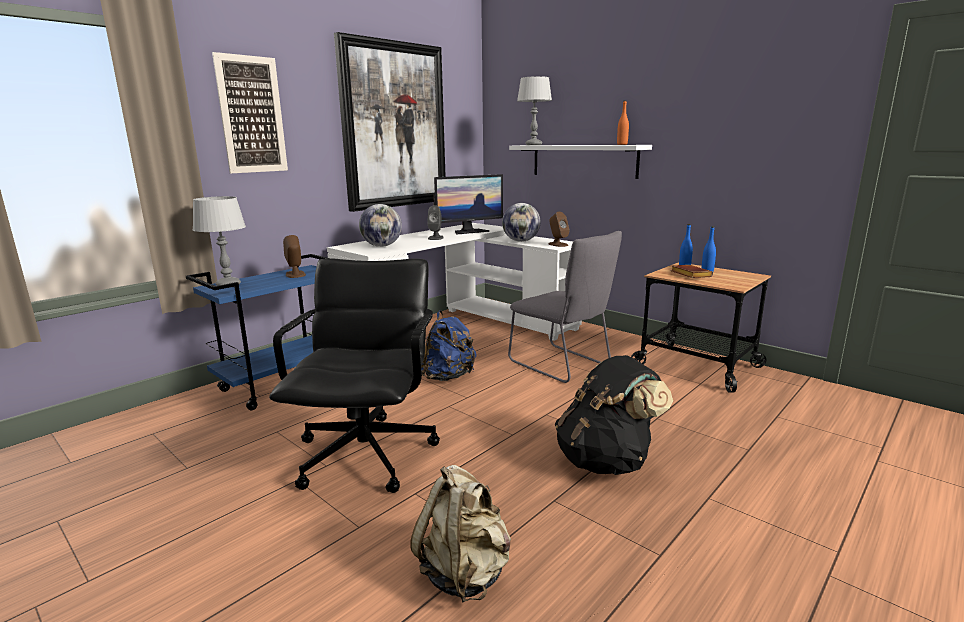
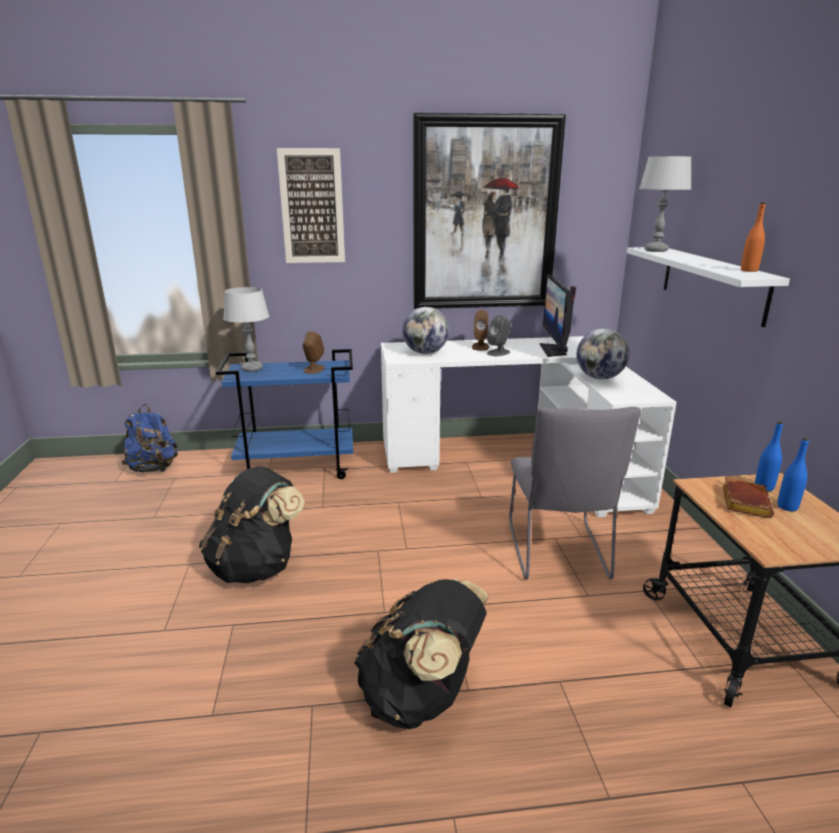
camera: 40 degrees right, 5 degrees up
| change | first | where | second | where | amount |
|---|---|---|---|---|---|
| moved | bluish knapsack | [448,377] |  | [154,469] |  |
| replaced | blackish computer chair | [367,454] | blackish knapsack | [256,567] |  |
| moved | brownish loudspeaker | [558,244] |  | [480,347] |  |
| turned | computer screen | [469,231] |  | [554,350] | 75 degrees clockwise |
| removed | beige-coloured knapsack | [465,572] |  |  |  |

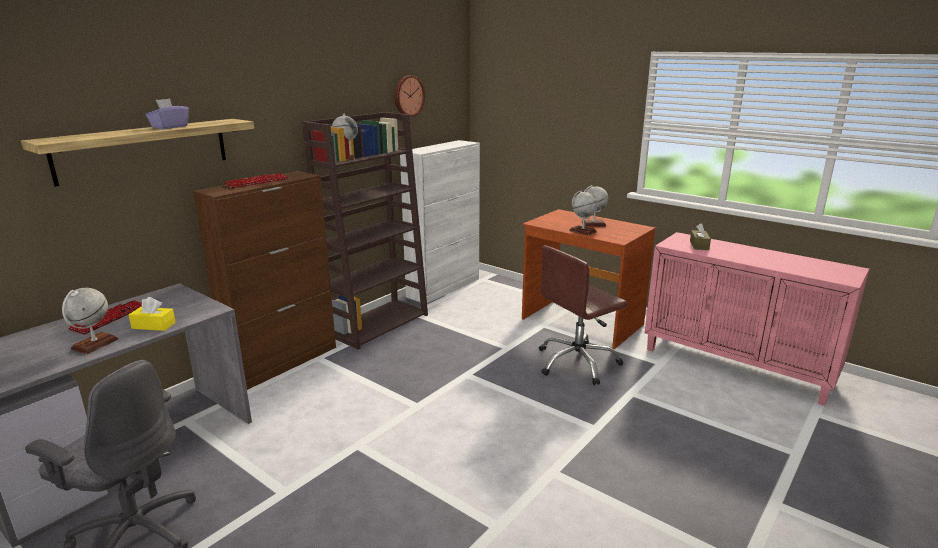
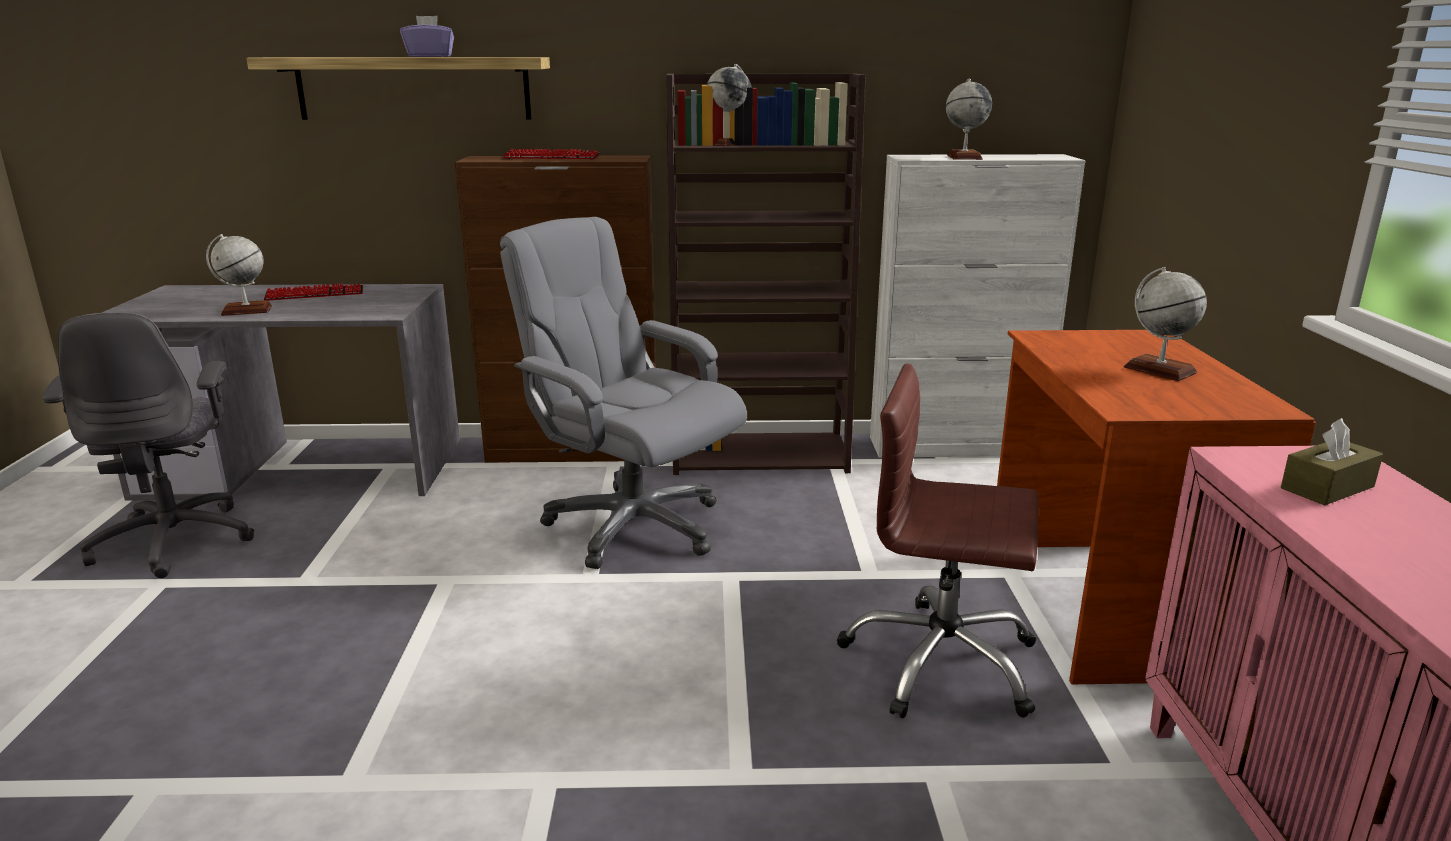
camera: 50 degrees right, 0 degrees up
| change | first | where | second | where | amount |
|---|---|---|---|---|---|
| added |  |  | grey computer chair | [632,525] |  |
| moved | world globe | [582,231] |  | [964,157] |  |
| removed | yellow-coloured tissue holder | [153,325] |  |  |  |
| removed | clock on the wall | [408,96] |  |  |  |

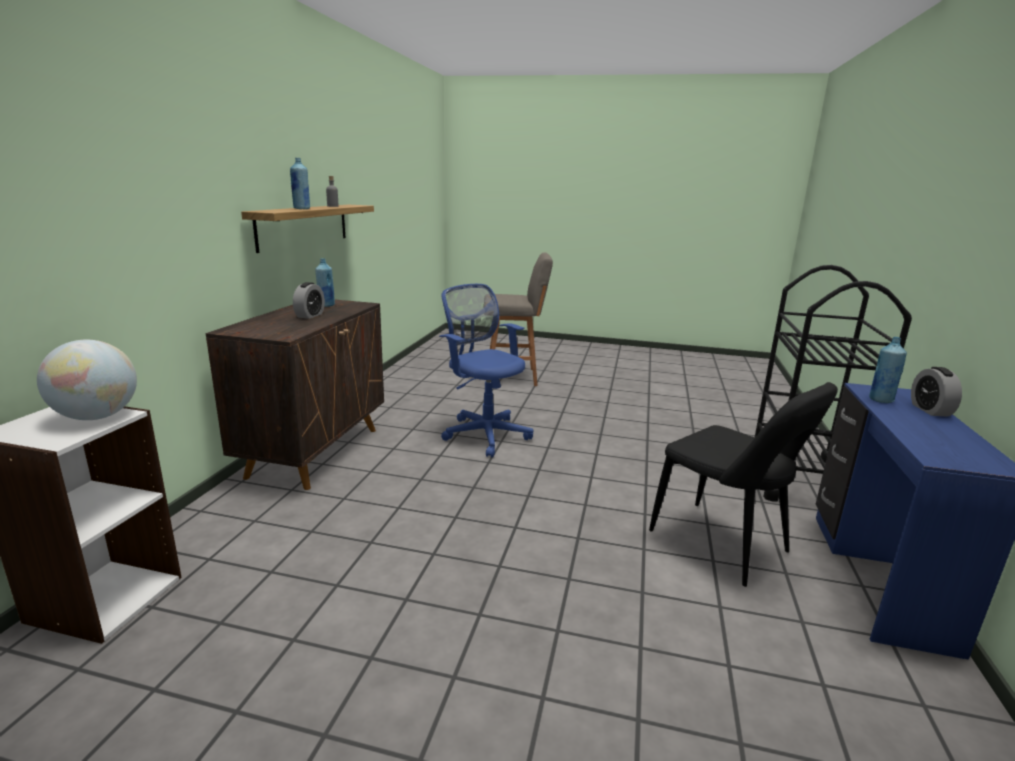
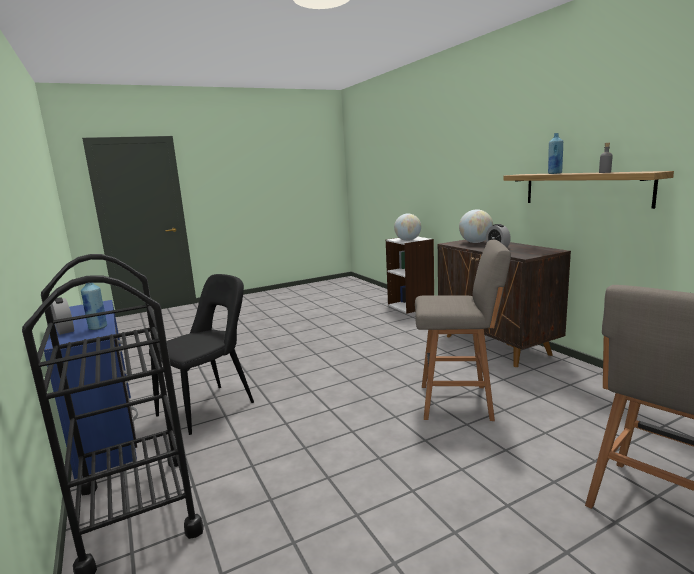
camera: 140 degrees right, 5 degrees down
| change | first | where | second | where | amount |
|---|---|---|---|---|---|
| turned | blackish plain chair | [723,545] |  | [210,407] | 120 degrees clockwise |
| replaced | bluish computer chair | [484,433] | grey stool seat | [459,402] |  |
| added |  |  | world globe | [475,242] |  |
| removed | bluish bottle | [326,305] |  |  |  |

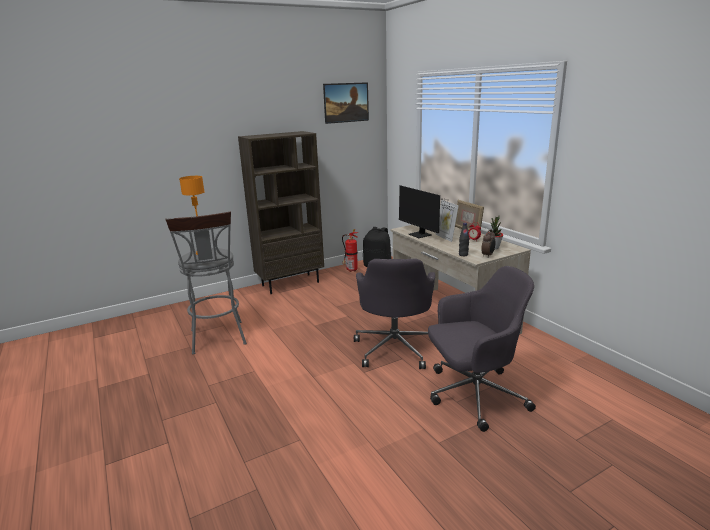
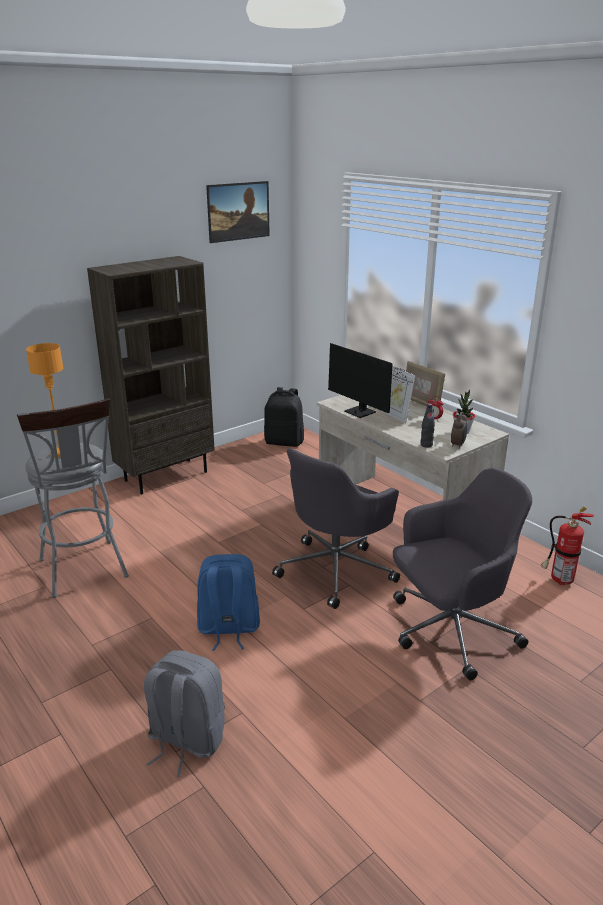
camera: 10 degrees left, 5 degrees up
| change | first | where | second | where | amount |
|---|---|---|---|---|---|
| added |  |  | grey knapsack | [185,741] |  |
| added |  |  | bluish knapsack | [228,629] |  |
| turned | grey computer chair | [395,347] |  | [337,569] | 45 degrees clockwise |
| moved | fire extinguisher | [350,270] |  | [558,580] |  |

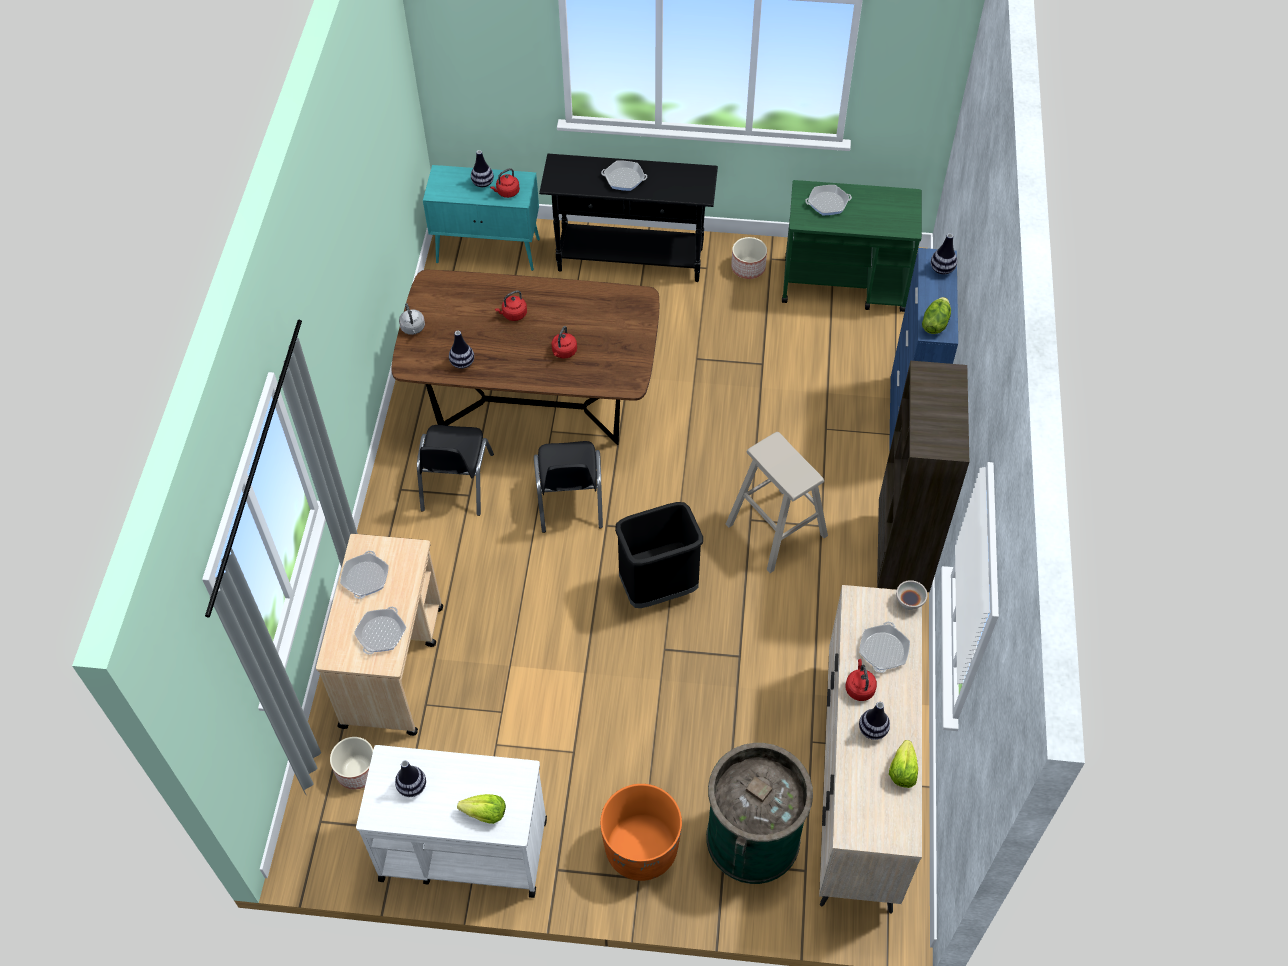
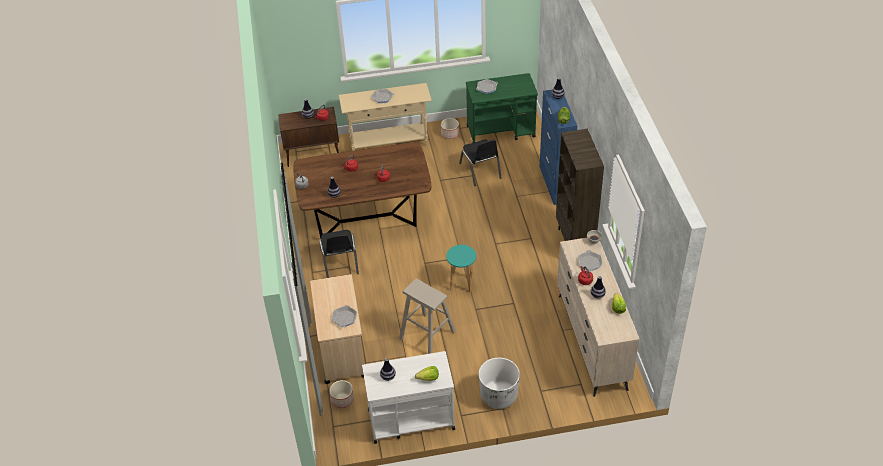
camera: 15 degrees left, 10 degrees down
| change | first | where | second | where | amount |
|---|---|---|---|---|---|
| recoloured | turquoise-coloured storage cabinet | [489,251] | brownish storage cabinet | [313,155] |  |
| recoloured | blackish console table | [631,260] | beige-coloured console table | [389,144] |  |
| moved | beige-coloured stool seat | [776,530] |  | [427,335] |  |
| replaced | blackish trash can | [658,588] | turquoise-coloured stool seat | [462,284] |  |
| moved | blackish plain chair | [569,499] |  | [480,171] |  |
| recoloured | orangey flower pot | [641,848] | whitish flower pot | [498,395] |  |
| removed | frying pan | [365,578] |  |  |  |
| removed | greenish trash can | [753,838] |  |  |  |

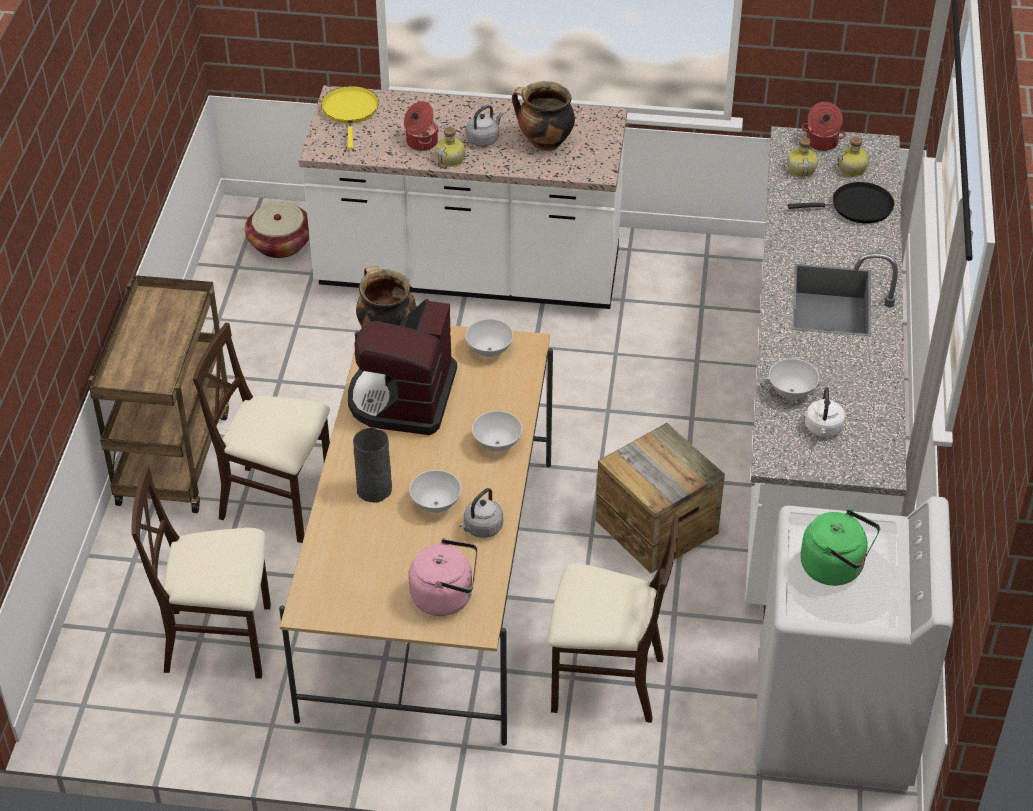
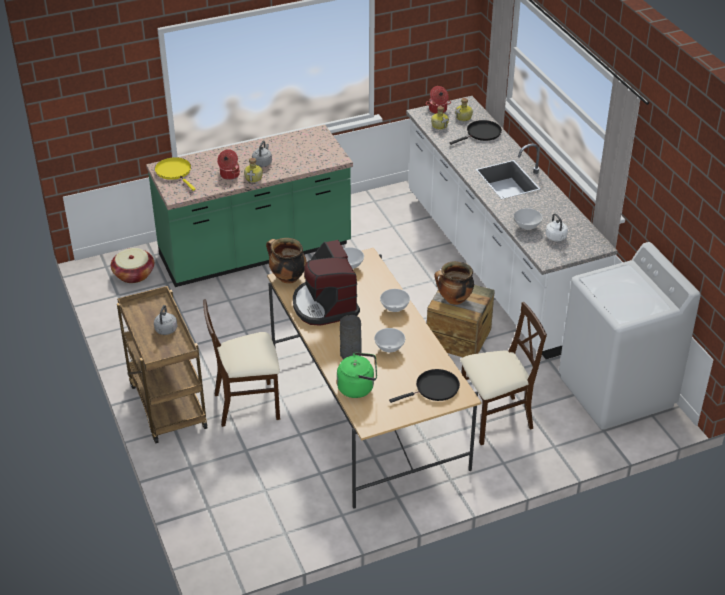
camera: 30 degrees left, 5 degrees down
| change | first | where | second | where | amount |
|---|---|---|---|---|---|
| recoloured | whitish counter | [468,274] | greenish counter | [255,252] |  |
| moved | grey water kettle | [481,528] |  | [165,331] |  |
| moved | greenish water kettle | [836,568] |  | [358,387] |  |
| replaced | pinkish water kettle | [446,596] | blackish frying pan | [434,389] |  |
| moved | cooking pot | [544,143] |  | [454,300] |  |
| removed | beige-coloured plain chair | [220,640] |  |  |  |

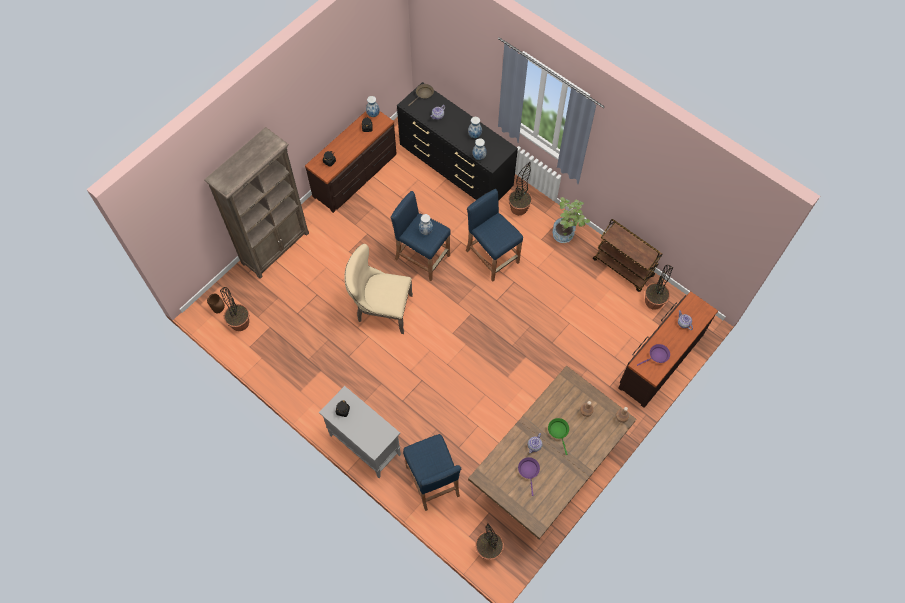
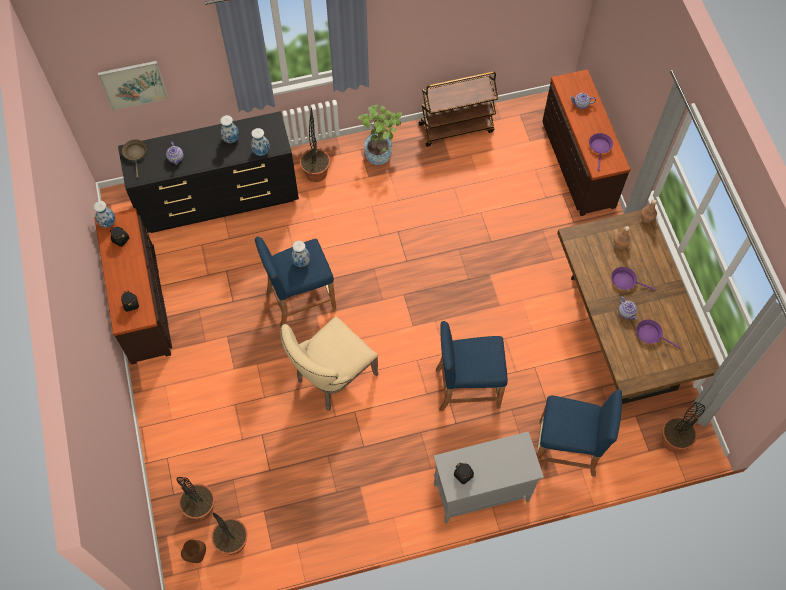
camera: 55 degrees left, 0 degrees up
| change | first | where | second | where | amount |
|---|---|---|---|---|---|
| added |  |  | wall art | [133,84] |  |
| moved | potted plant | [653,301] |  | [200,507] |  |
| moved | bluish stool seat | [492,256] |  | [467,387] |  |
| recoloured | greenish frying pan | [559,431] | purple-coloured frying pan | [625,281] |  |
| removed | brownish bookcase | [275,247] |  |  |  |

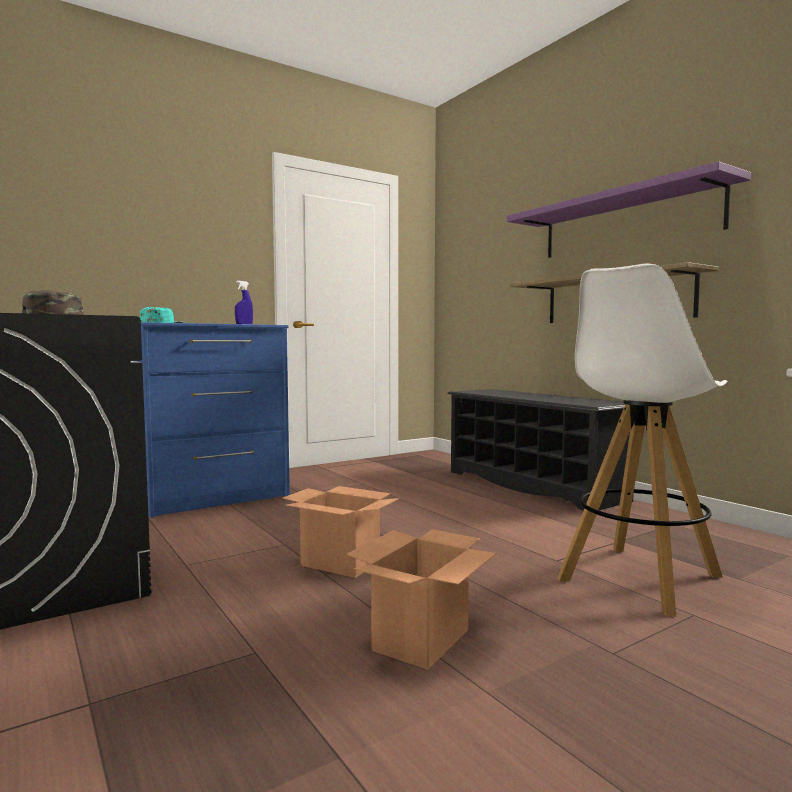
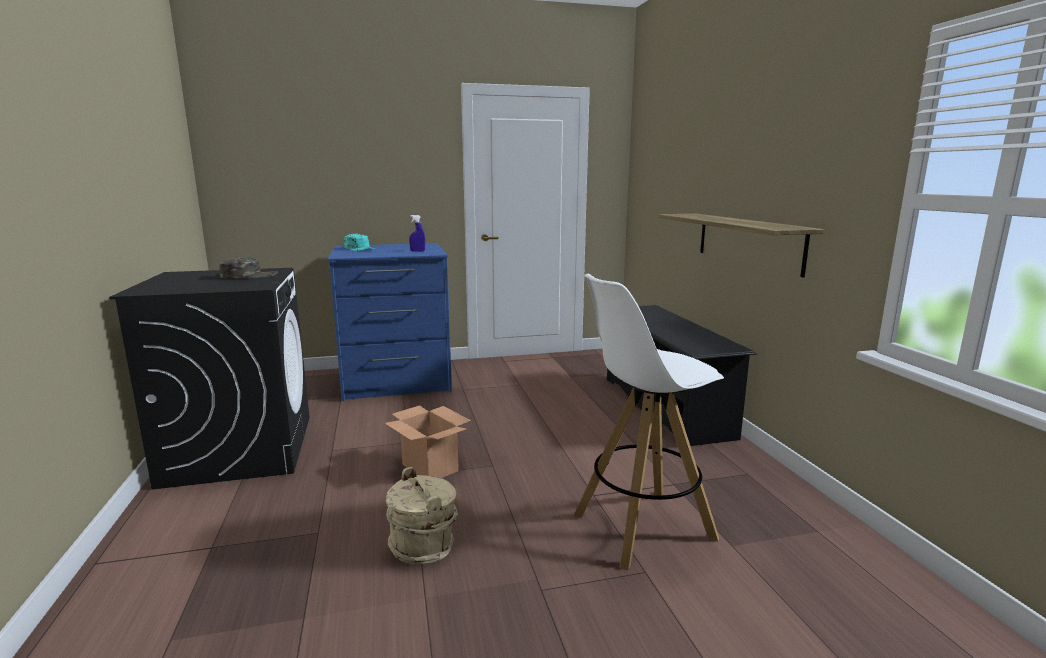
camera: 20 degrees right, 10 degrees up
| change | first | where | second | where | amount |
|---|---|---|---|---|---|
| replaced | cardboard box | [421,639] | beige-coloured pail | [423,546] |  |
| removed | purple-coloured wall shelf | [626,223] |  |  |  |

